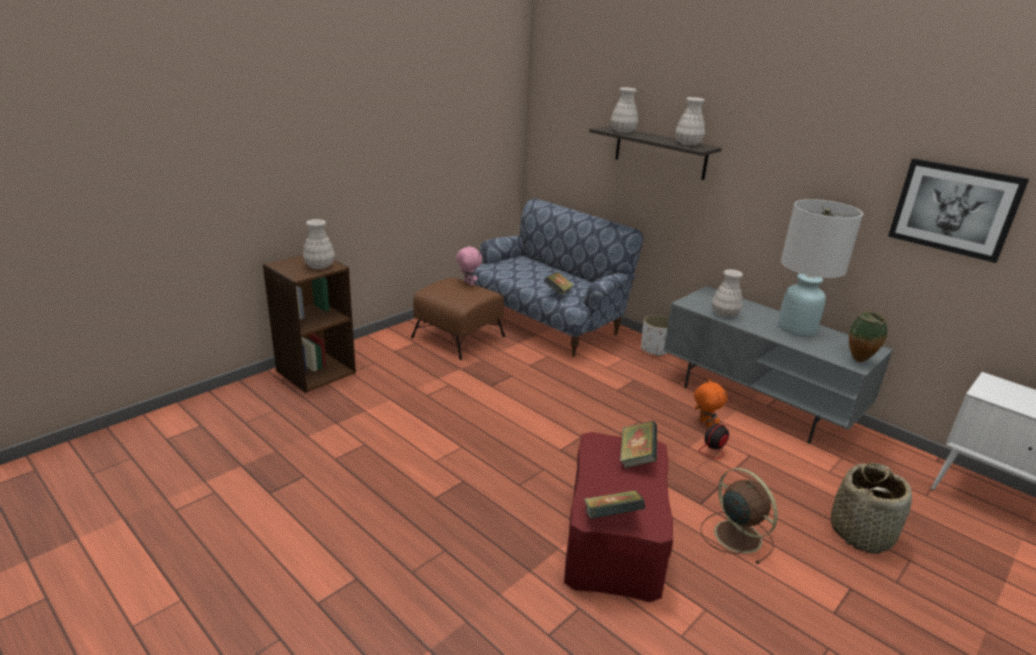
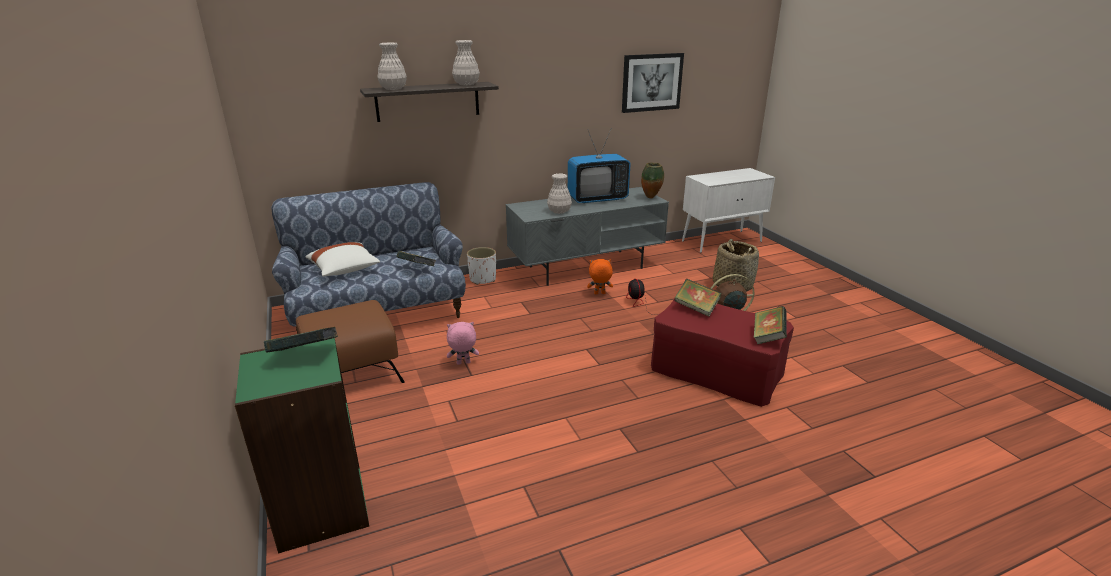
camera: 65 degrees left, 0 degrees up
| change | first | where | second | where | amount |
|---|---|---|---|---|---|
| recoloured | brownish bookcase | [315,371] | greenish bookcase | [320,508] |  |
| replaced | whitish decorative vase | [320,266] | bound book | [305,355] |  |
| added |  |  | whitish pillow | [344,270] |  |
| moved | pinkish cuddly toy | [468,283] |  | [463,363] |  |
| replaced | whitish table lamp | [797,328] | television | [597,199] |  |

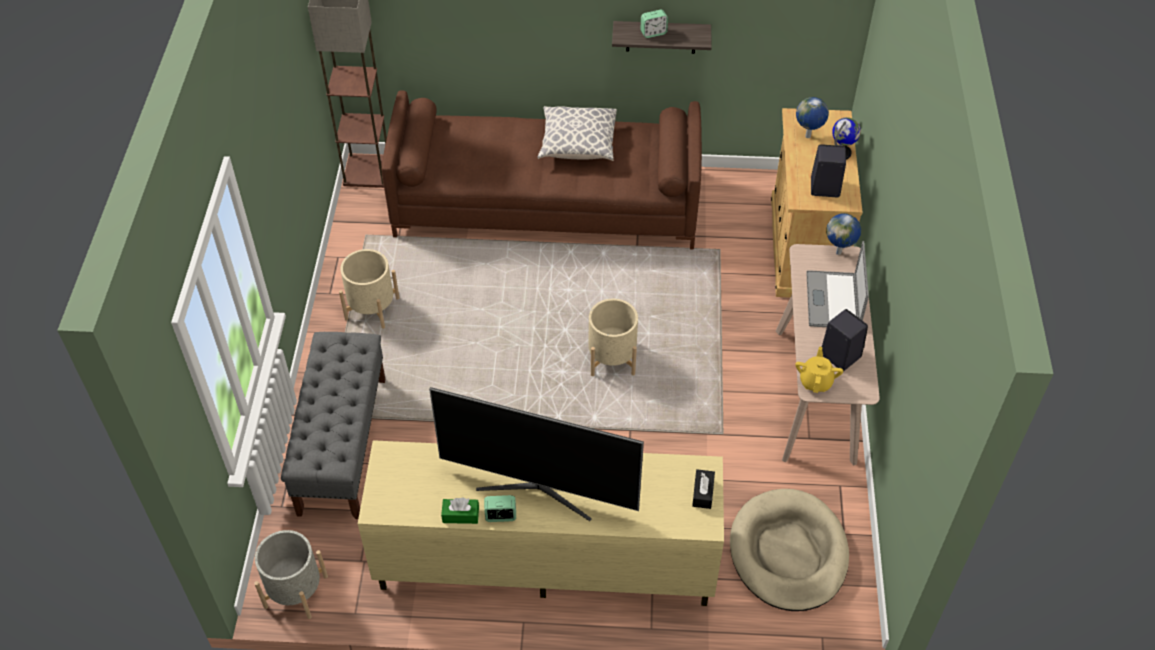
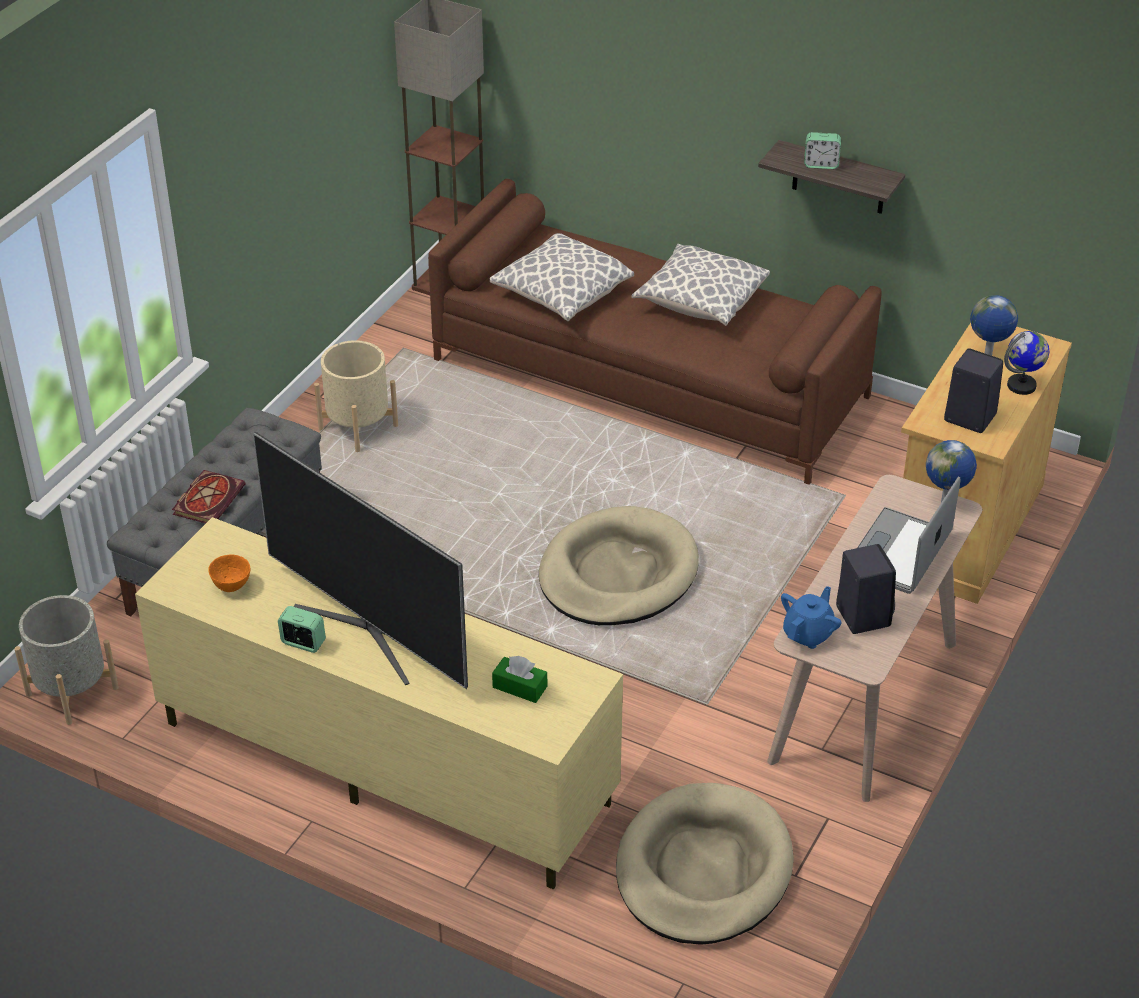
camera: 25 degrees right, 10 degrees down
| change | first | where | second | where | amount |
|---|---|---|---|---|---|
| added |  |  | bound book | [208,499] |  |
| added |  |  | orangey deep dish | [232,586] |  |
| added |  |  | pillow | [562,295] |  |
| moved | greenish tissue holder | [460,515] |  | [520,687] |  |
| replaced | beige-coloured flower pot | [612,358] | beige-coloured pet bed | [617,573] |  |
| recoloured | yellow-coloured pot for tea | [816,381] | bluish pot for tea | [808,634] |  |
| removed | blackish tissue holder | [703,493] |  |  |  |

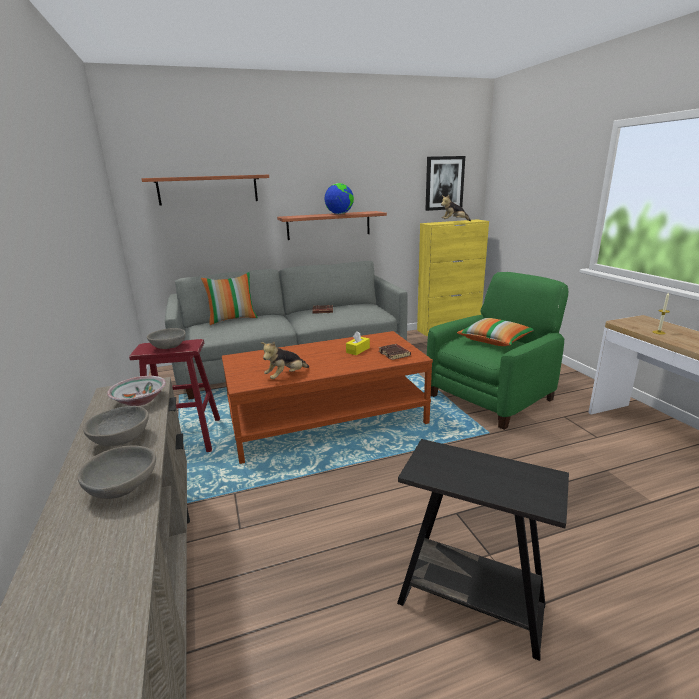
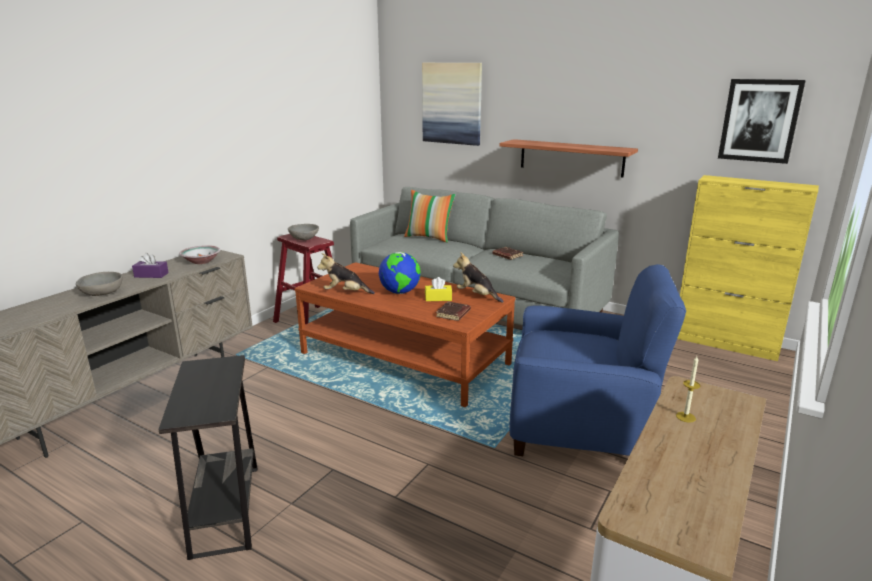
camera: 50 degrees right, 0 degrees up
| change | first | where | second | where | amount |
|---|---|---|---|---|---|
| replaced | grey deep dish | [121,439] | purple-coloured tissue holder | [151,275] |  |
| moved | world globe | [339,214] |  | [400,292] |  |
| replaced | wall shelf | [208,190] | wall art | [452,103] |  |
| moved | cuddly toy | [454,222] |  | [477,296] |  |
| recoloured | greenish easy chair | [491,397] | bluish easy chair | [580,426] |  |
| removed | pillow | [494,341] |  |  |  |

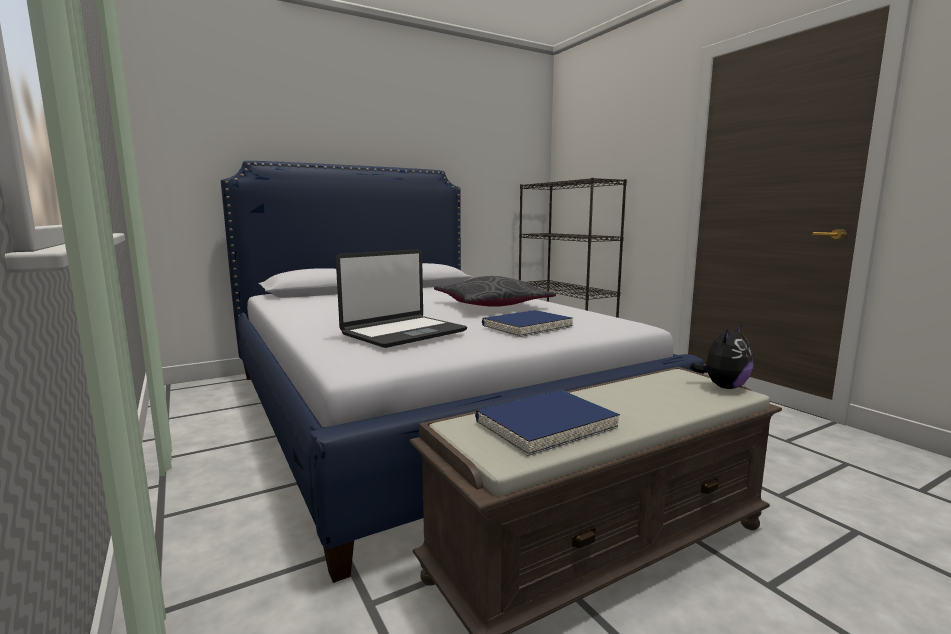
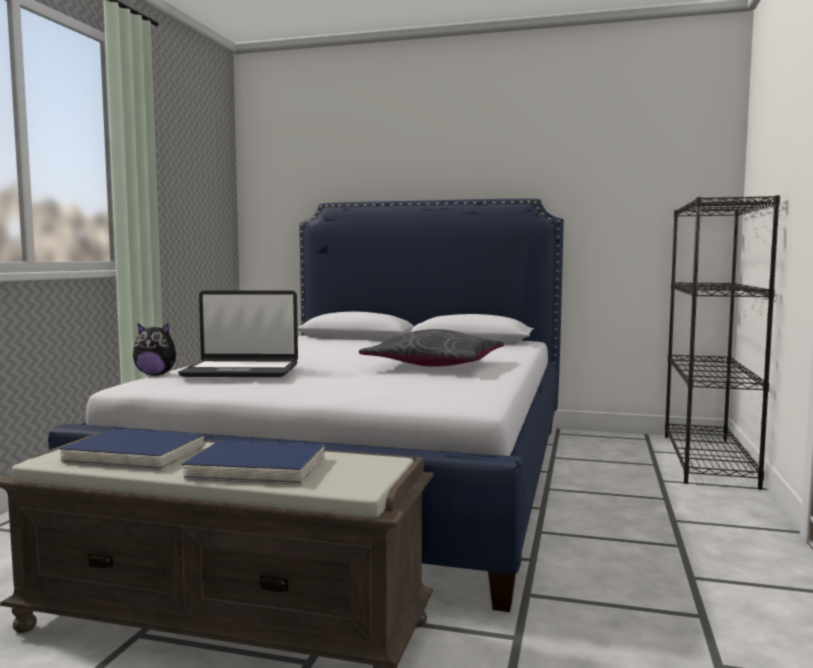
camera: 45 degrees right, 5 degrees down
| change | first | where | second | where | amount |
|---|---|---|---|---|---|
| moved | cuddly toy | [723,387] |  | [156,375] |  |
| moved | bluish bound book | [527,327] |  | [257,468] |  |

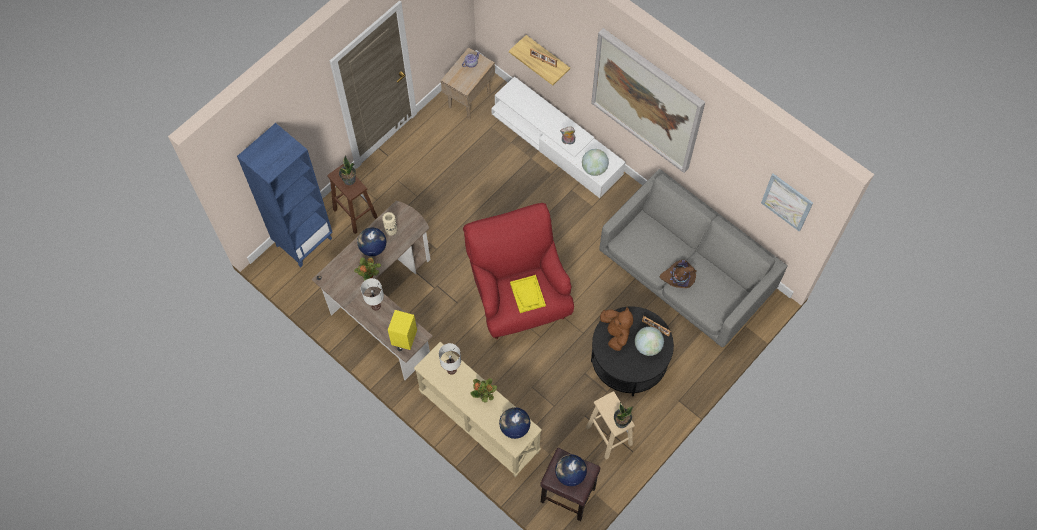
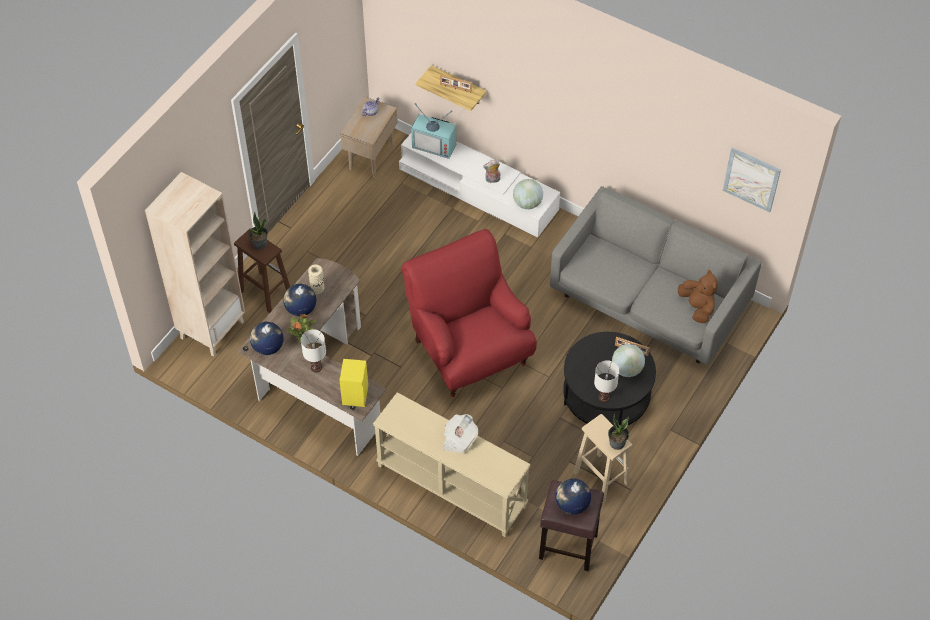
camera: 10 degrees left, 10 degrees down
| change | first | where | second | where | amount |
|---|---|---|---|---|---|
| recoloured | bluish bookcase | [304,241] | beige-coloured bookcase | [212,329] |  |
| moved | world globe | [514,427] |  | [268,347] |  |
| added |  |  | television | [435,144] |  |
| replaced | potted plant | [484,395] | daily paper | [458,439] |  |
| moved | whitish table lamp | [452,369] |  | [604,397] |  |
| moved | brownish cuddly toy | [615,333] |  | [697,307] |  |
| removed | yellow-coloured serving tray | [527,294] |  |  |  |
| removed | wall art | [647,100] |  |  |  |
| removed | brownish clothing hat | [679,277] |  |  |  |

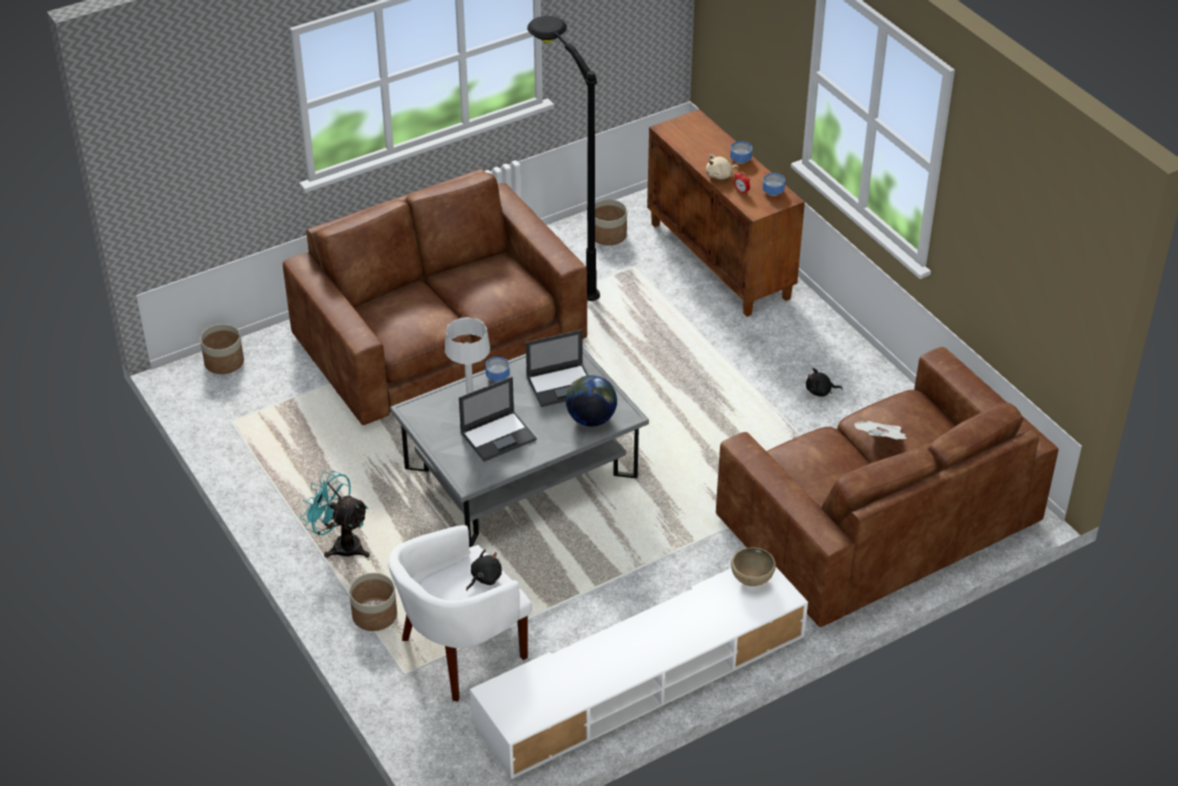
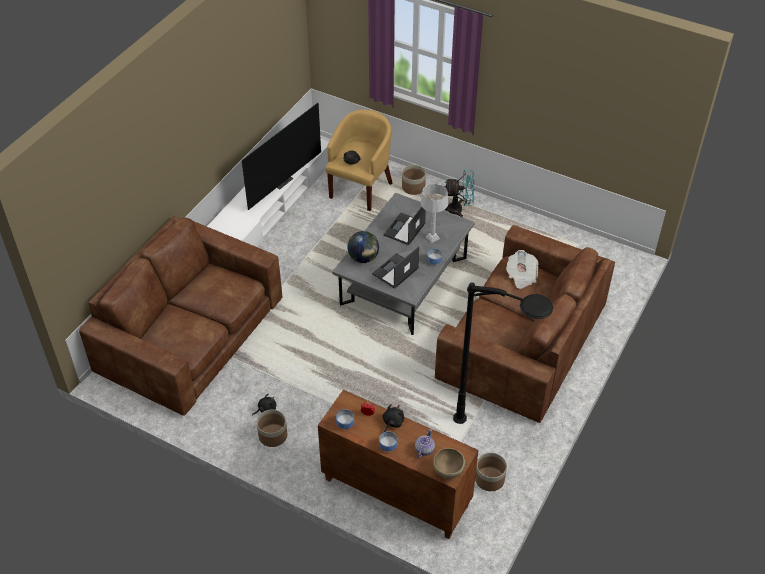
camera: 150 degrees right, 5 degrees up
| change | first | where | second | where | amount |
|---|---|---|---|---|---|
| added |  |  | television | [281,181] |  |
| moved | flower pot | [224,362] |  | [272,436] |  |
| recoloured | whitish easy chair | [460,652] | yellow-coloured easy chair | [361,188] |  |
| recoloured | beige-coloured cuddly toy | [720,175] | blackish cuddly toy | [392,422] |  |
| added |  |  | pot for tea | [424,450] |  |
| moved | brownish deep dish | [752,580] |  | [448,471] |  |
| moved | daily paper | [881,440] |  | [521,276] |  |

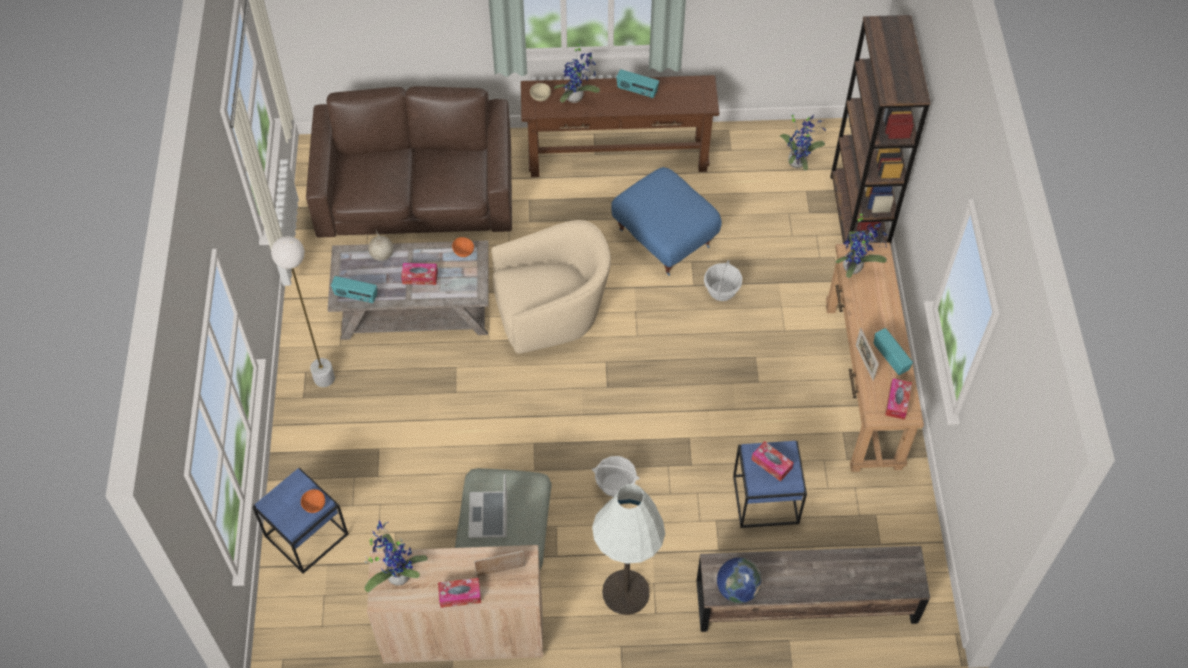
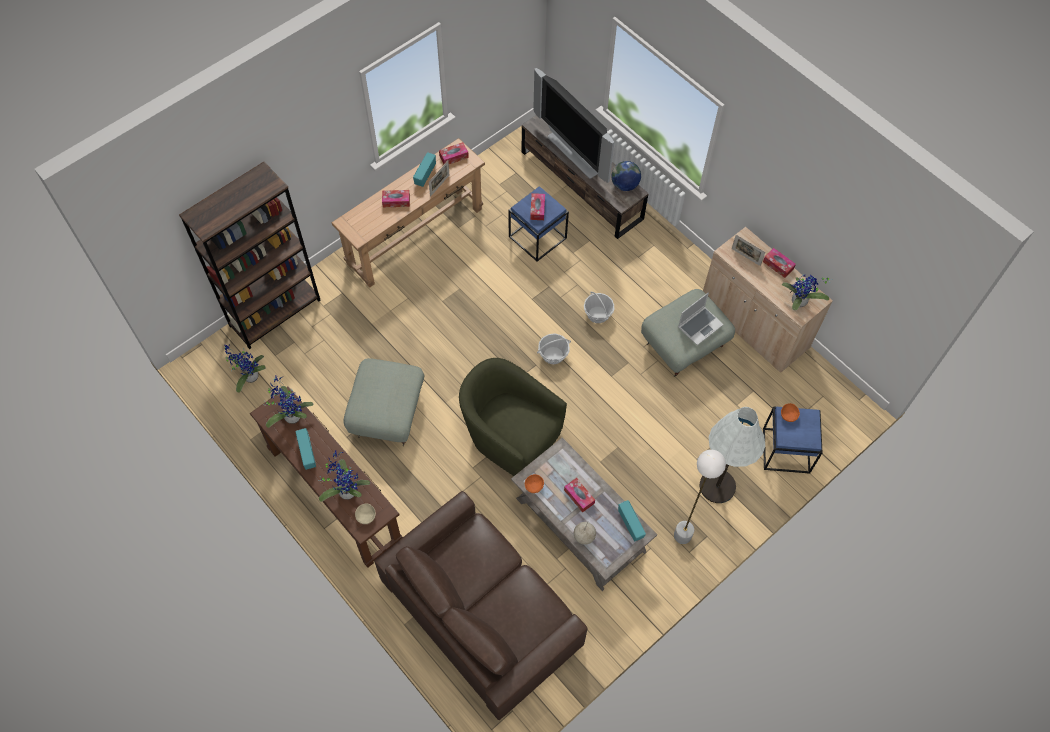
camera: 130 degrees left, 5 degrees up
| change | first | where | second | where | amount |
|---|---|---|---|---|---|
| moved | potted plant | [855,267] |  | [291,415] |  |
| recoloured | bluish pouffe | [665,237] | grey pouffe | [387,413] |  |
| added |  |  | tissue holder | [396,201] |  |
| recoloured | beige-coloured easy chair | [551,315] | greenish easy chair | [510,435] |  |
| added |  |  | television | [575,153] |  |
| moved | household basket | [721,291] |  | [553,355] |  |
| moved | whitish floor lamp | [626,592] |  | [717,486] |  |

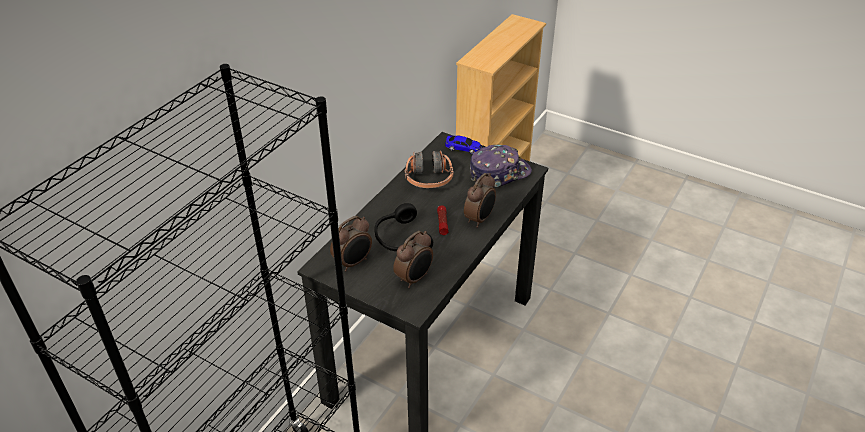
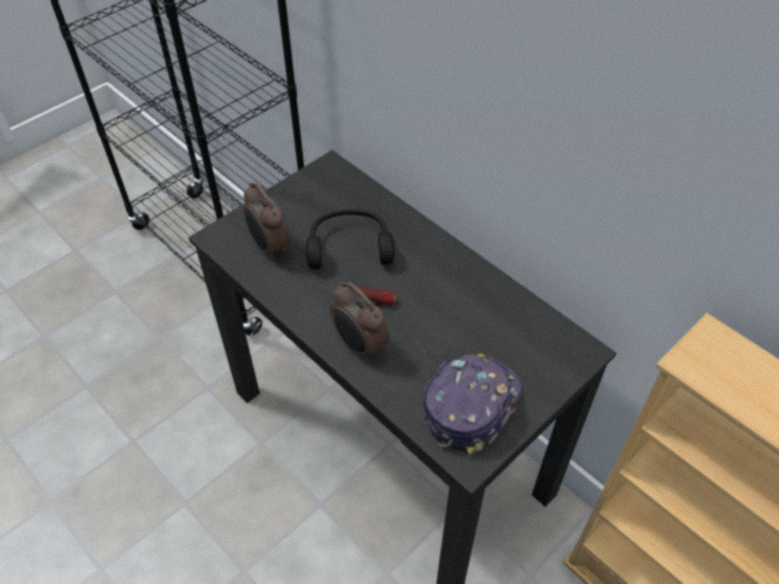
camera: 105 degrees right, 10 degrees up
| change | first | where | second | where | amount |
|---|---|---|---|---|---|
| turned | cap | [499,173] |  | [470,405] | 135 degrees counterclockwise |
| removed | bedside clock | [353,263] |  |  |  |
| removed | headset | [429,179] |  |  |  |
| removed | toy car | [463,148] |  |  |  |

